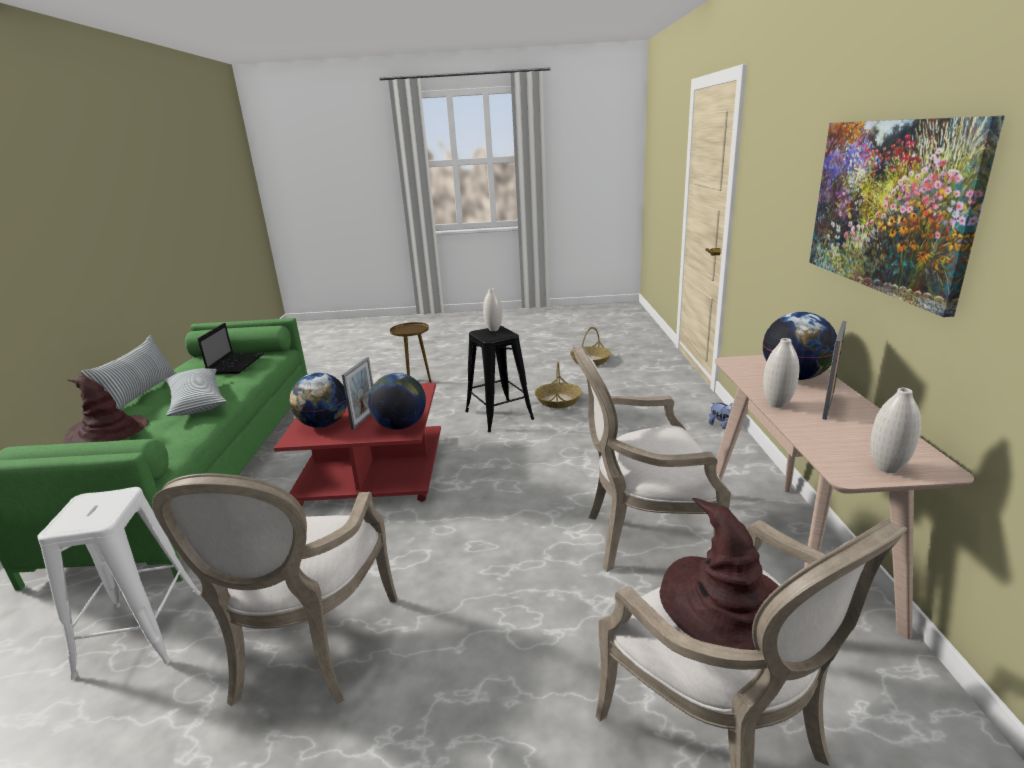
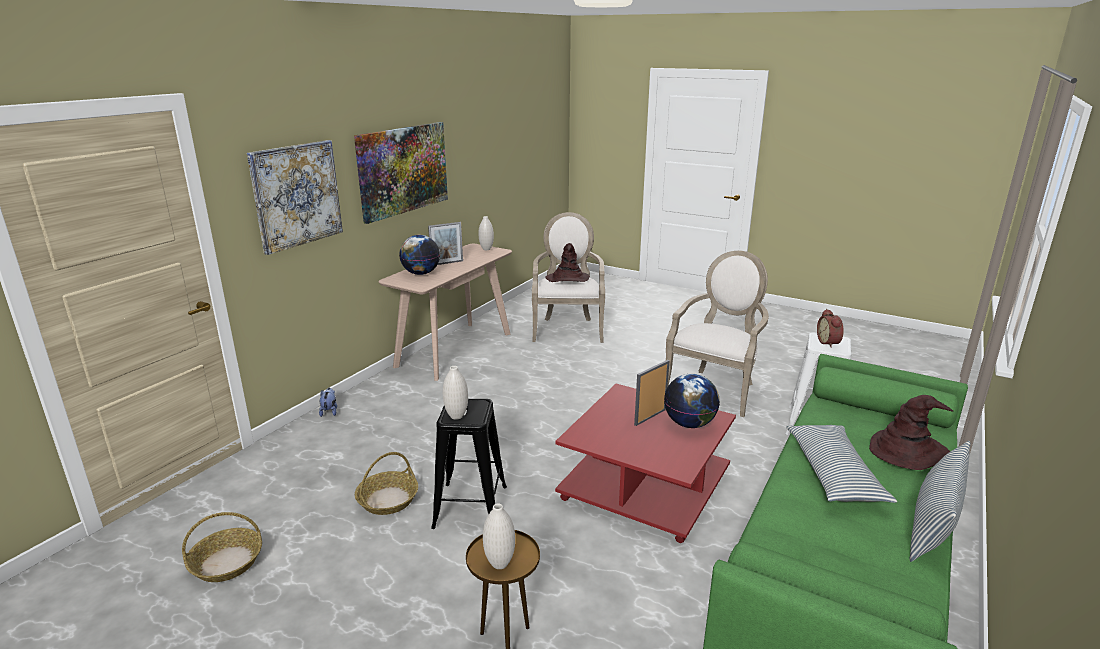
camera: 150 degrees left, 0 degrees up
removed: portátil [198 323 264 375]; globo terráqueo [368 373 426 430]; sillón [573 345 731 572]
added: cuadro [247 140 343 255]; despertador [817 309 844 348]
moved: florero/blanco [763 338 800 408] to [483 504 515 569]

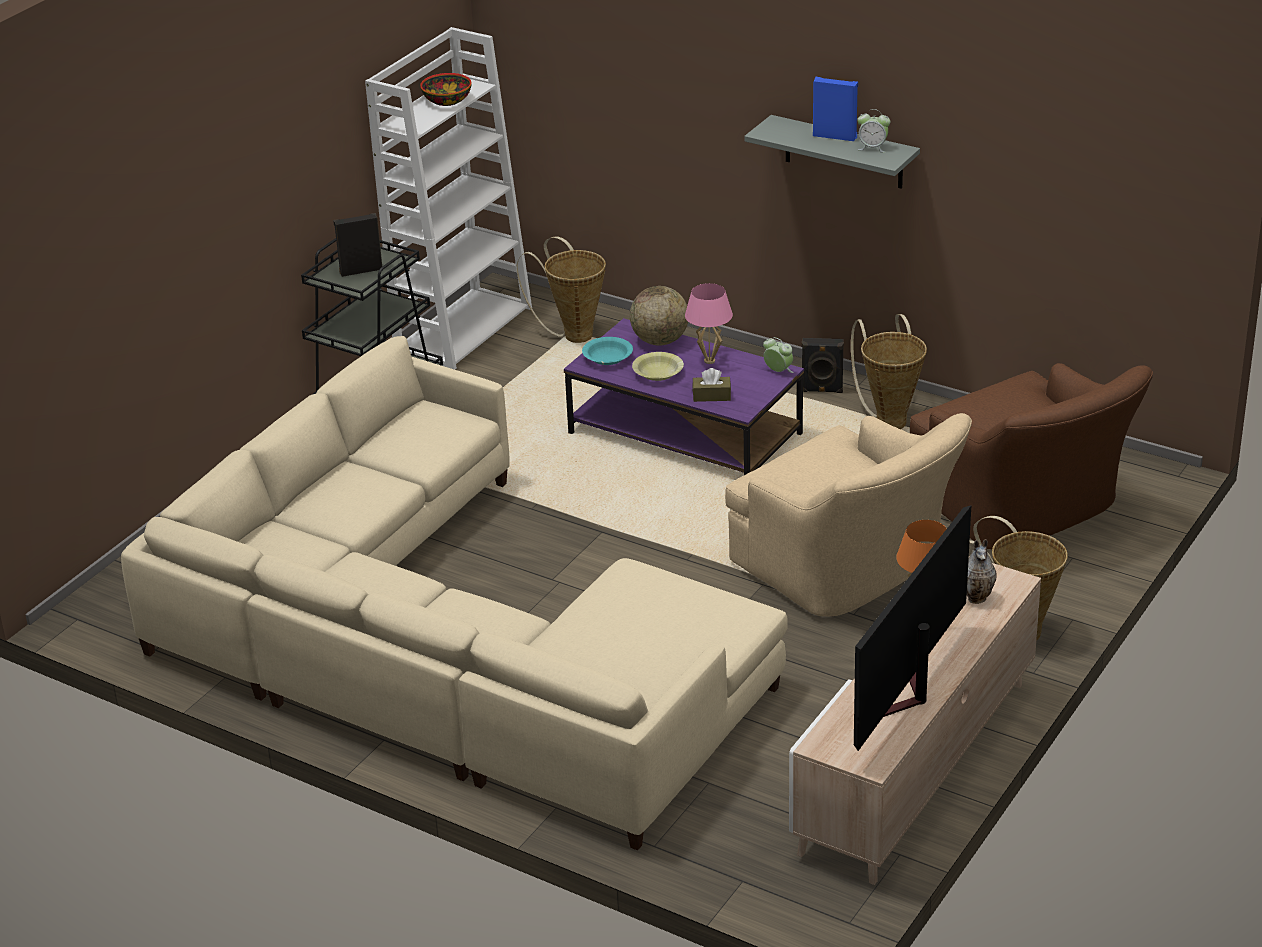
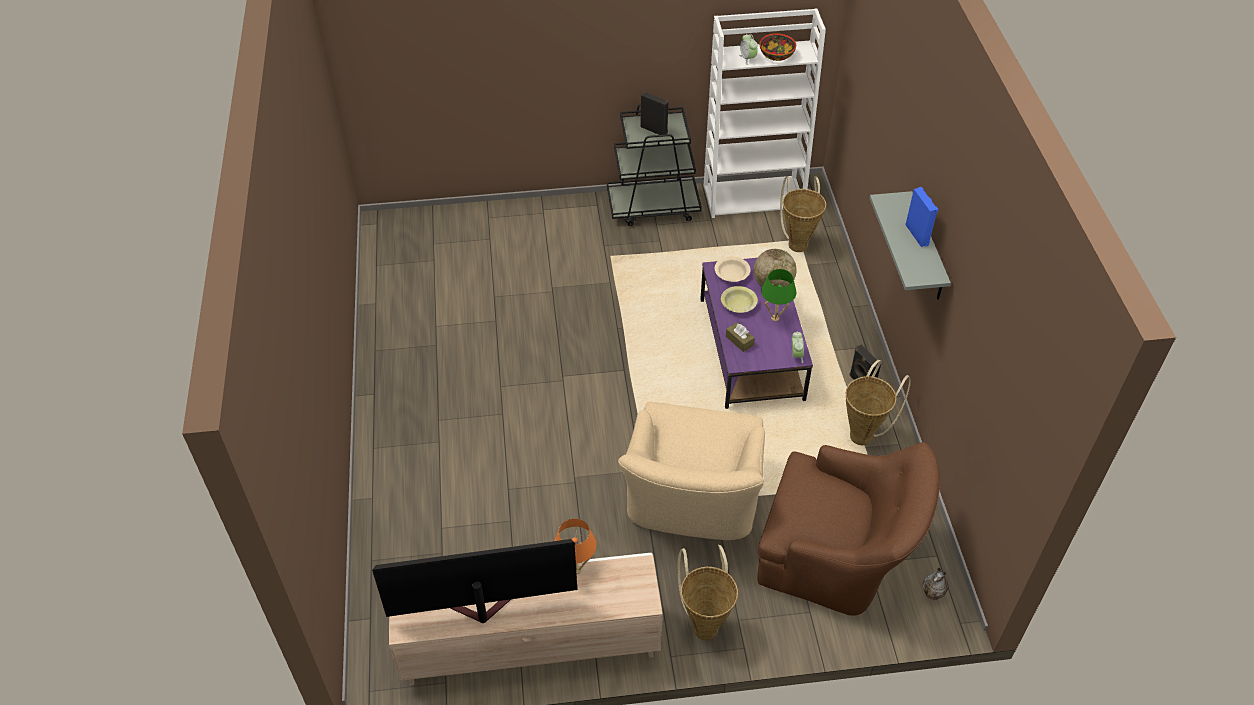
camera: 50 degrees right, 15 degrees up
removed: sofá/beis [121 336 788 850]
moved: despertador [857 109 890 153] to [739 34 758 65]; florero [967 539 997 604] to [923 567 949 600]
recoloured: cuenco/turquesa [582 337 633 365] to cuenco/beis [715 256 751 282]; lámpara de mesa/rosa [685 283 733 364] to lámpara de mesa/verde [761 269 796 322]
turned: sillón/marrón [910 363 1153 549] = [758 442 940 616] 90 degrees counterclockwise

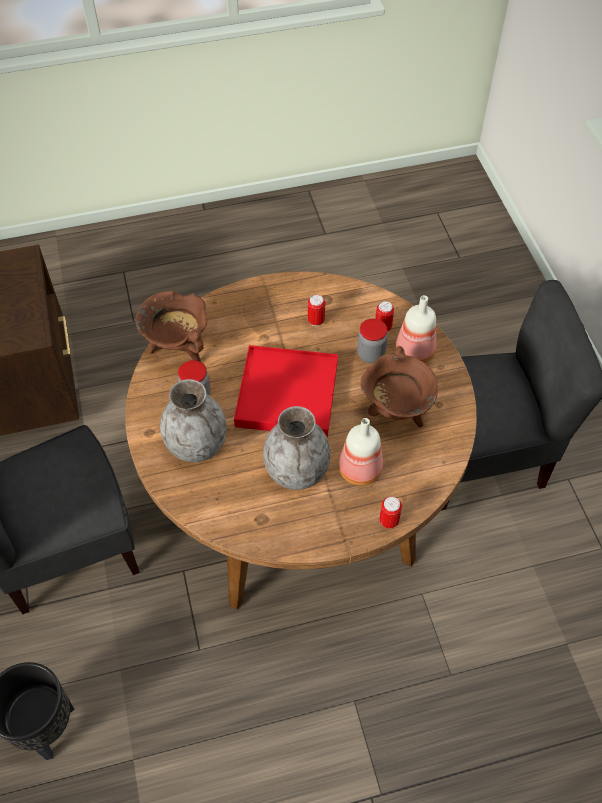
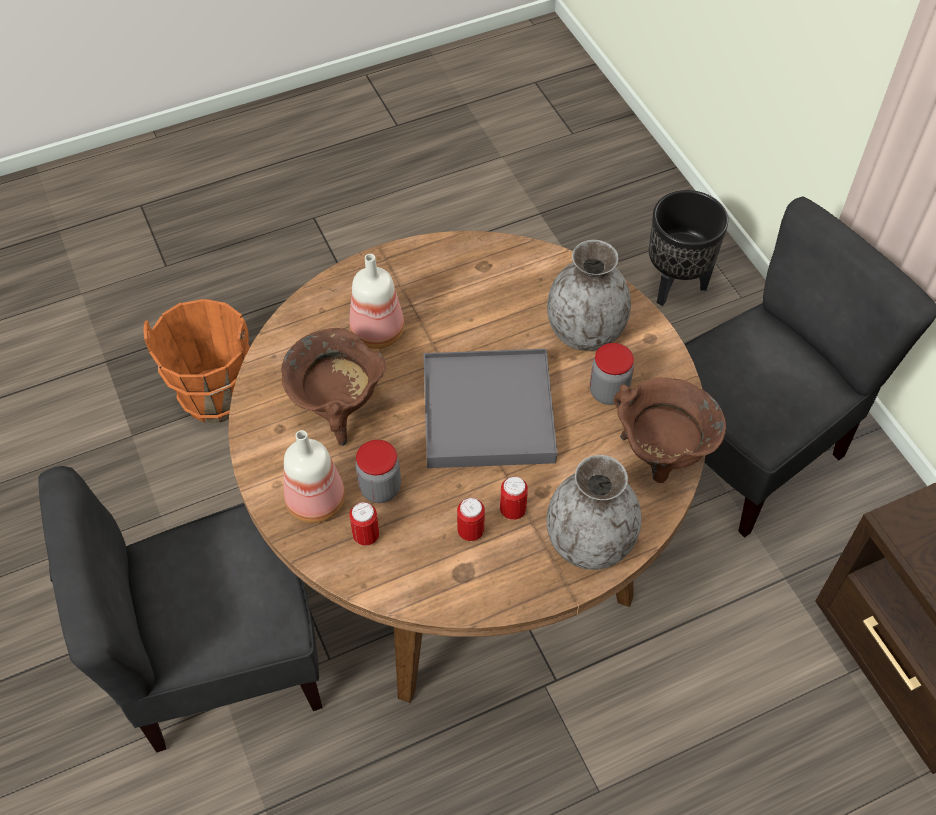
camera: 170 degrees right, 0 degrees up
added: cubo/naranja [144 299 250 423]
moved: lata [379 496 402 529] to [500 476 528 520]; florero/gris [263 406 331 490] to [546 455 642 570]
recoloured: bandeja/rojo [234 345 338 437] to bandeja/gris [423 349 557 468]

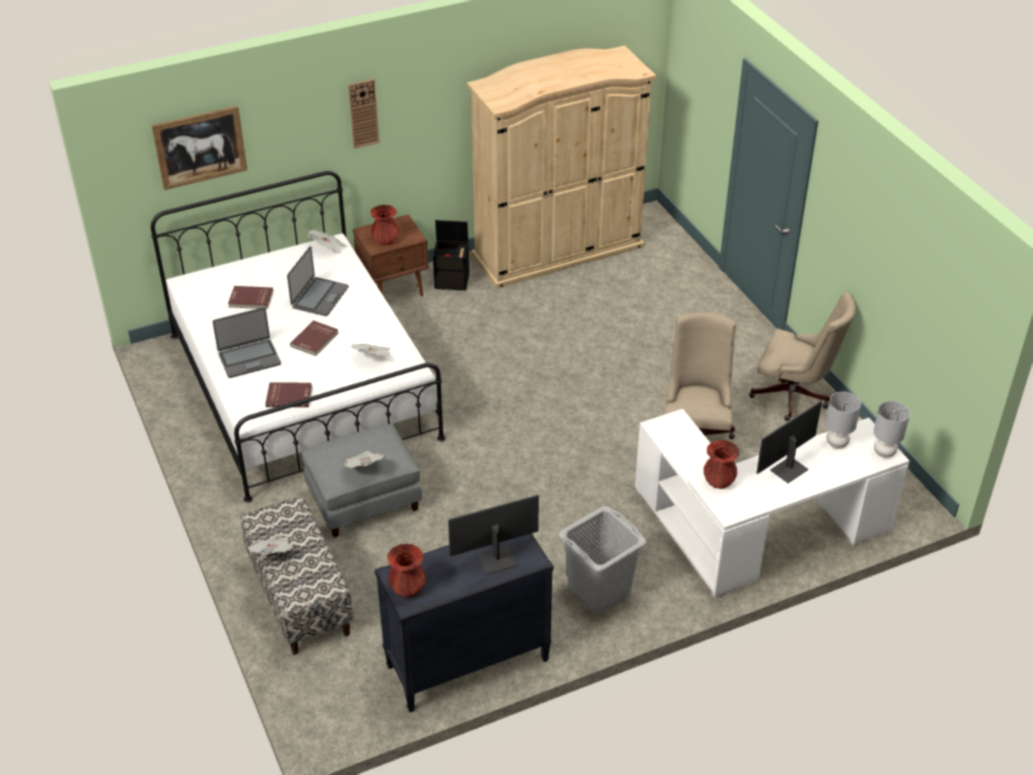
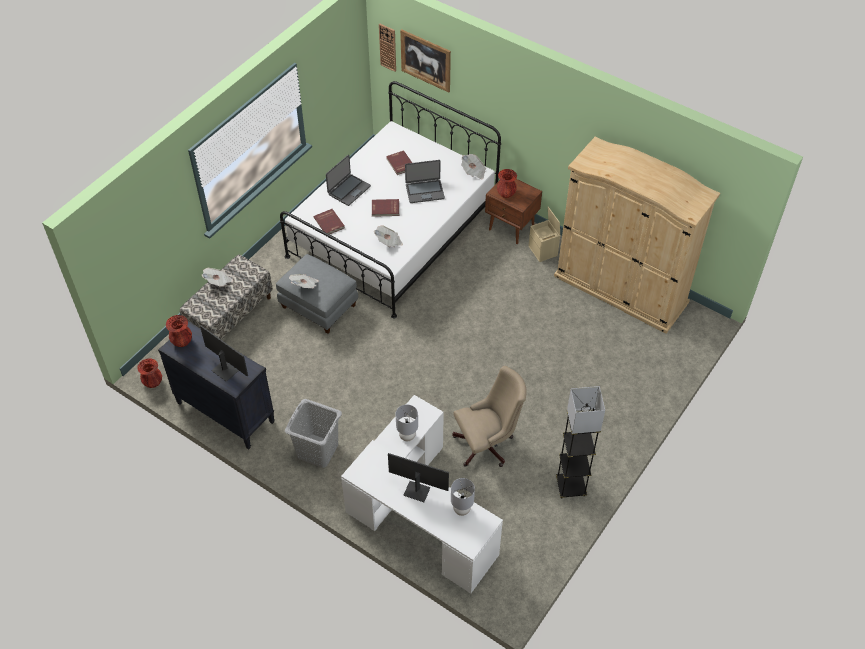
camera: 60 degrees right, 10 degrees up
moved: florero/rojo [704 440 739 489] to [137 358 162 388]; reloj de pared [348 79 379 149] to [379 23 396 72]; lámpara de mesa/gris [873 401 910 458] to [396 404 418 441]
replaced: silla de oficina/beis [749 293 856 421] to lámpara de pie/gris [556 386 605 499]
recoloured: caja de almacenaje/negro [433 220 469 291] to caja de almacenaje/beis [529 207 560 262]
turned: portátil [213 307 281 378] = [326 155 371 206] 90 degrees counterclockwise

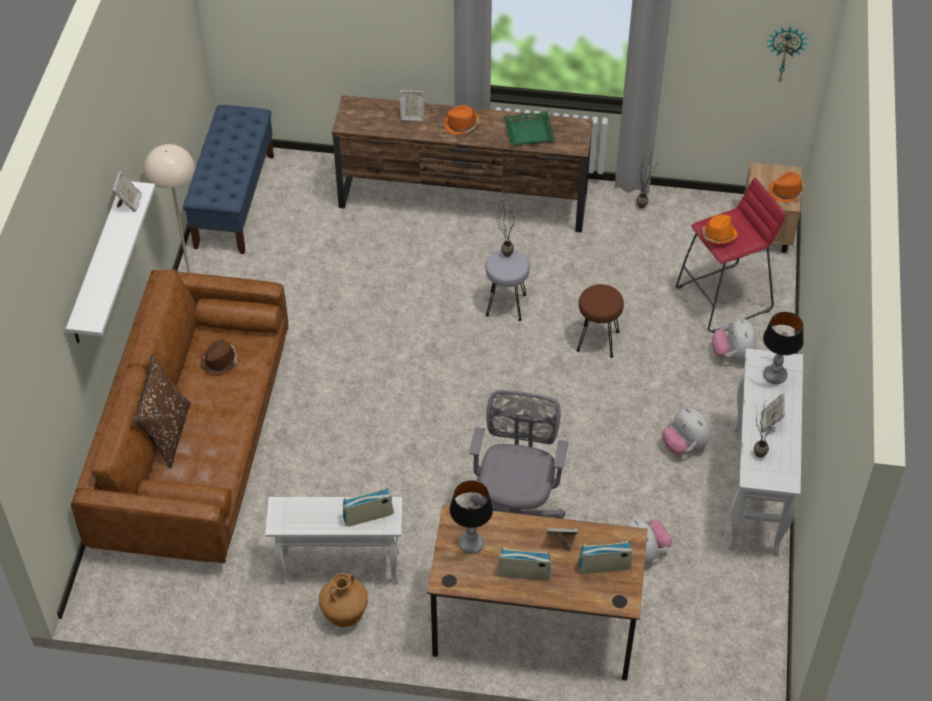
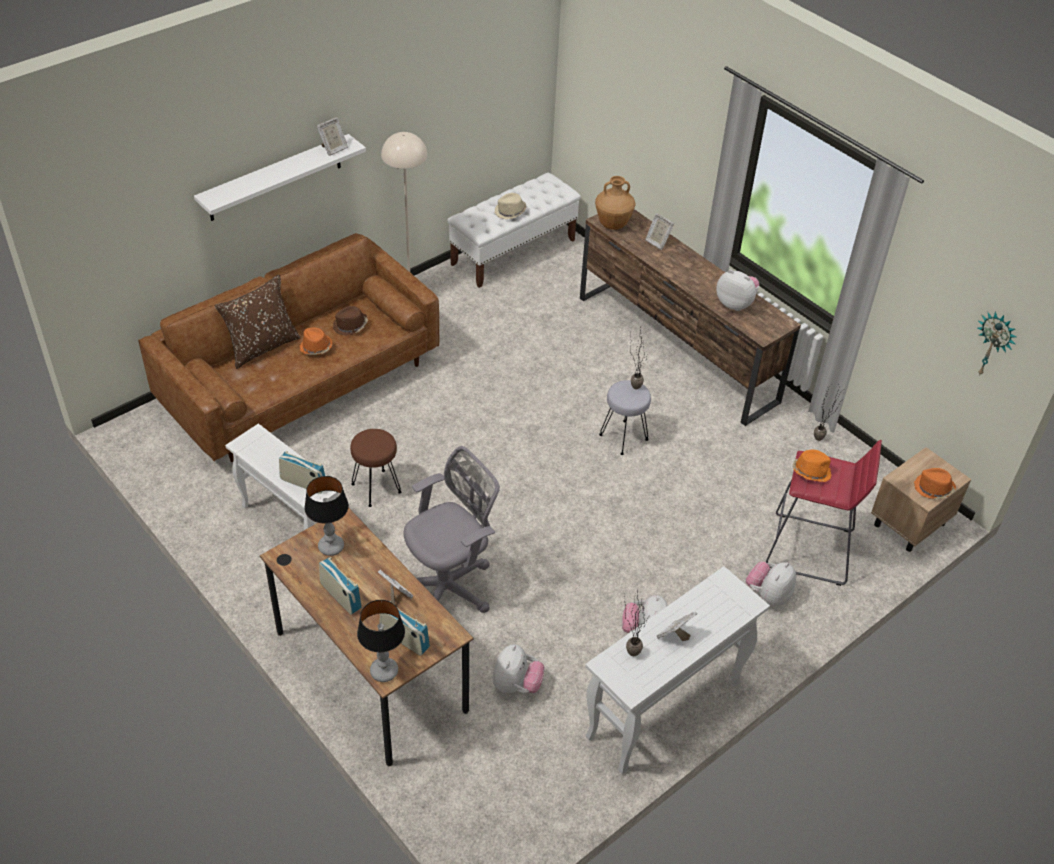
camera: 40 degrees right, 5 degrees down
added: sombrero/beis [495 193 526 219]
moved: sombrero/naranja [444 105 480 135] to [300 327 332 355]; taburete/marrón [577 284 624 358] to [350 429 402 507]; lámpara de mesa [763 312 804 384] to [357 600 405 682]; florero/marrón [319 573 368 627] to [595 176 636 230]
replaced: bandeja/verde [503 111 556 145] to peluche [716 270 760 311]
recoloured: banco/azul [183 105 274 254] to banco/blanco [447 173 581 288]

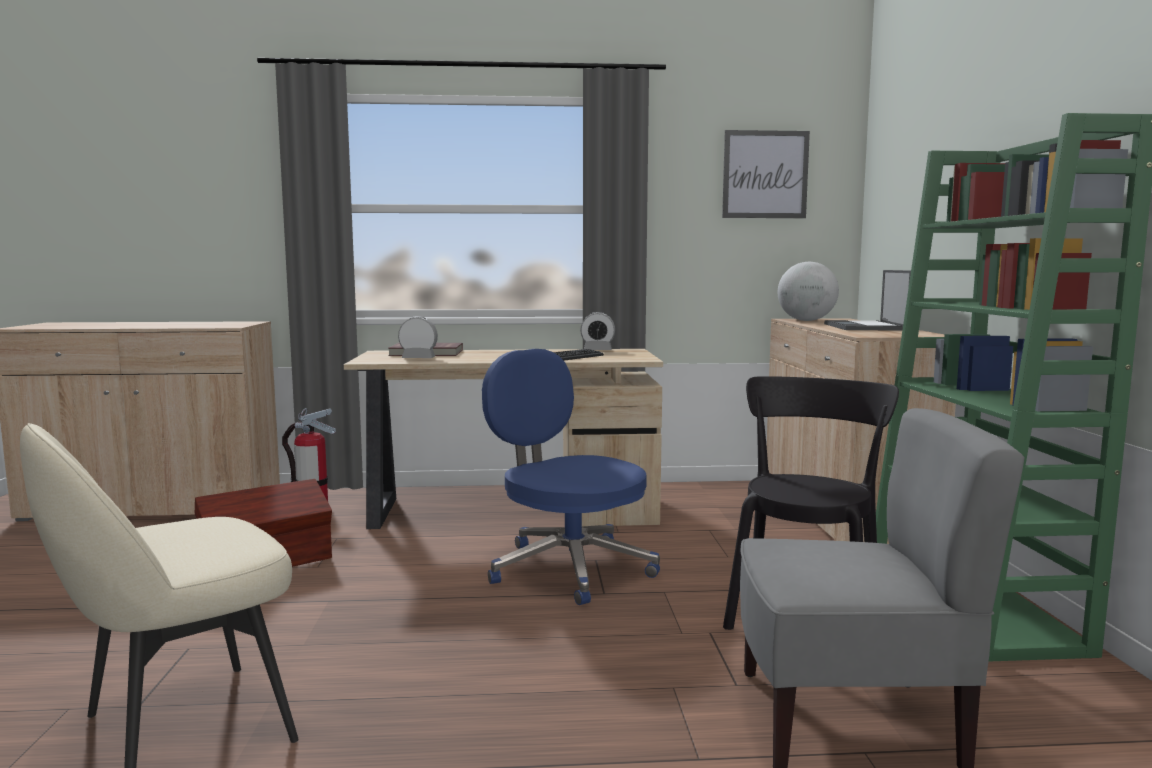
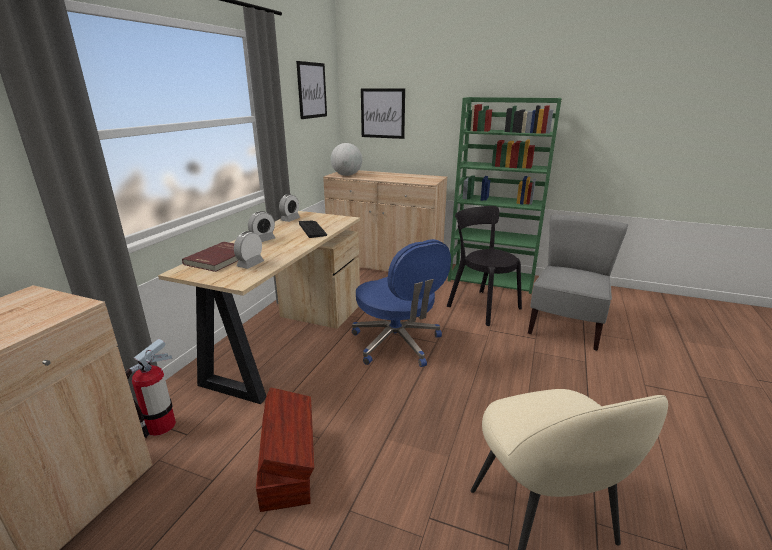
camera: 65 degrees left, 15 degrees up
removed: portátil [824 270 911 330]
added: despertador [248 211 275 242]; cuadro [361 88 405 139]
turned: silla de oficina/azul [482 349 660 605] = [352 239 451 367] 105 degrees counterclockwise

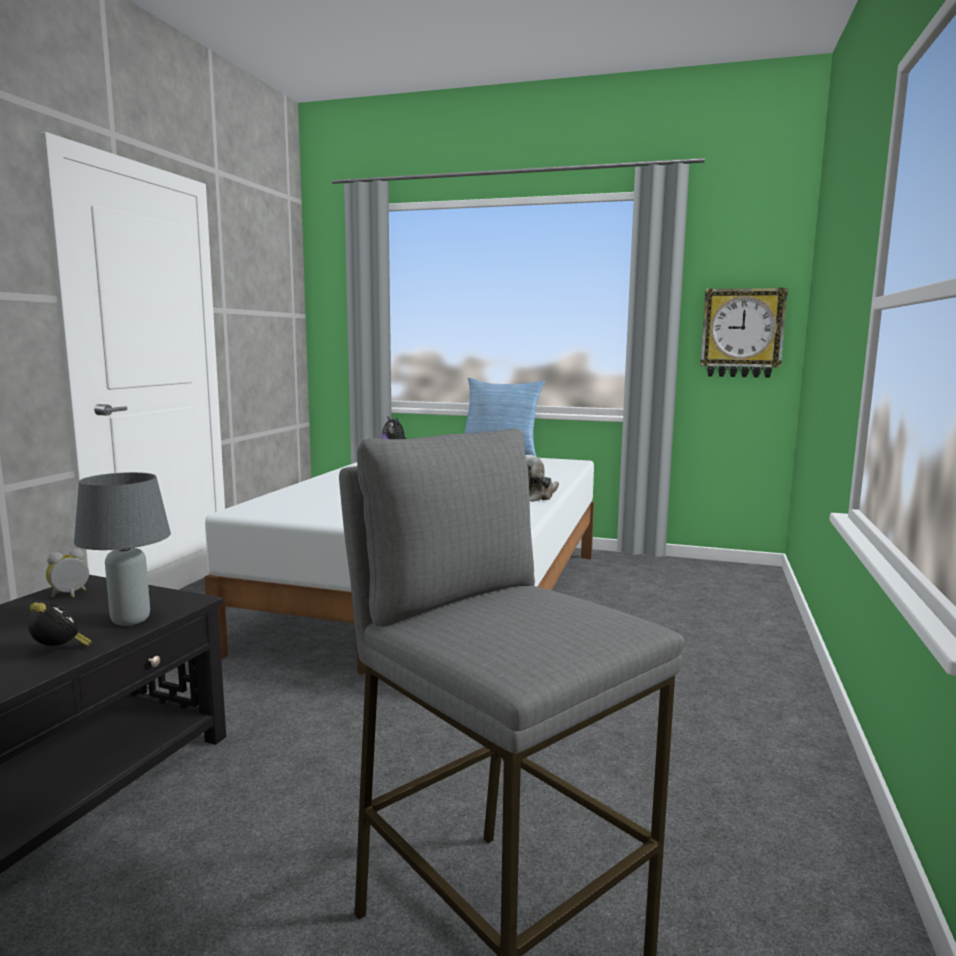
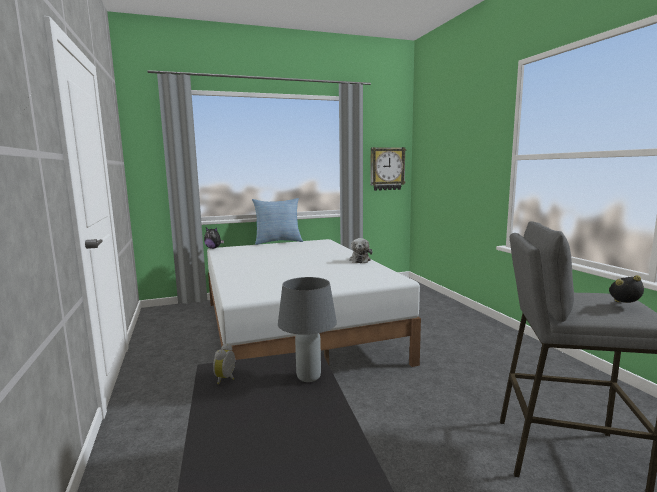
camera: 35 degrees left, 0 degrees up
moved: despertador [28 602 92 646] to [609 275 644 303]

